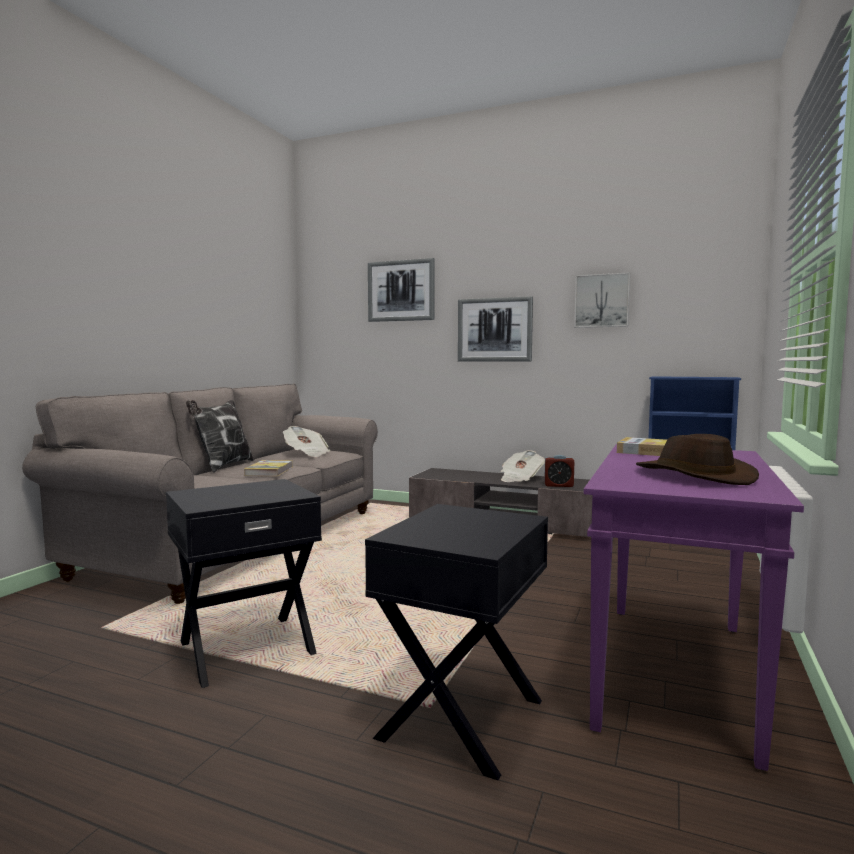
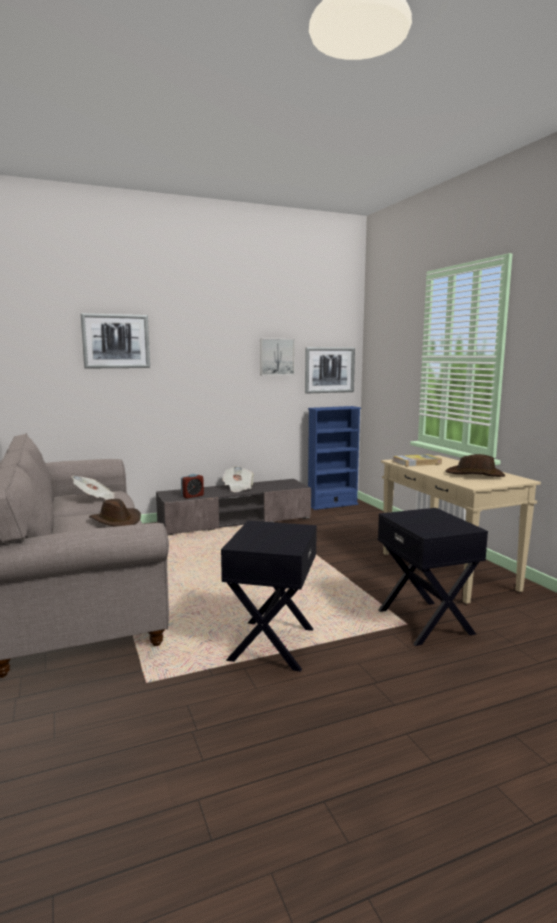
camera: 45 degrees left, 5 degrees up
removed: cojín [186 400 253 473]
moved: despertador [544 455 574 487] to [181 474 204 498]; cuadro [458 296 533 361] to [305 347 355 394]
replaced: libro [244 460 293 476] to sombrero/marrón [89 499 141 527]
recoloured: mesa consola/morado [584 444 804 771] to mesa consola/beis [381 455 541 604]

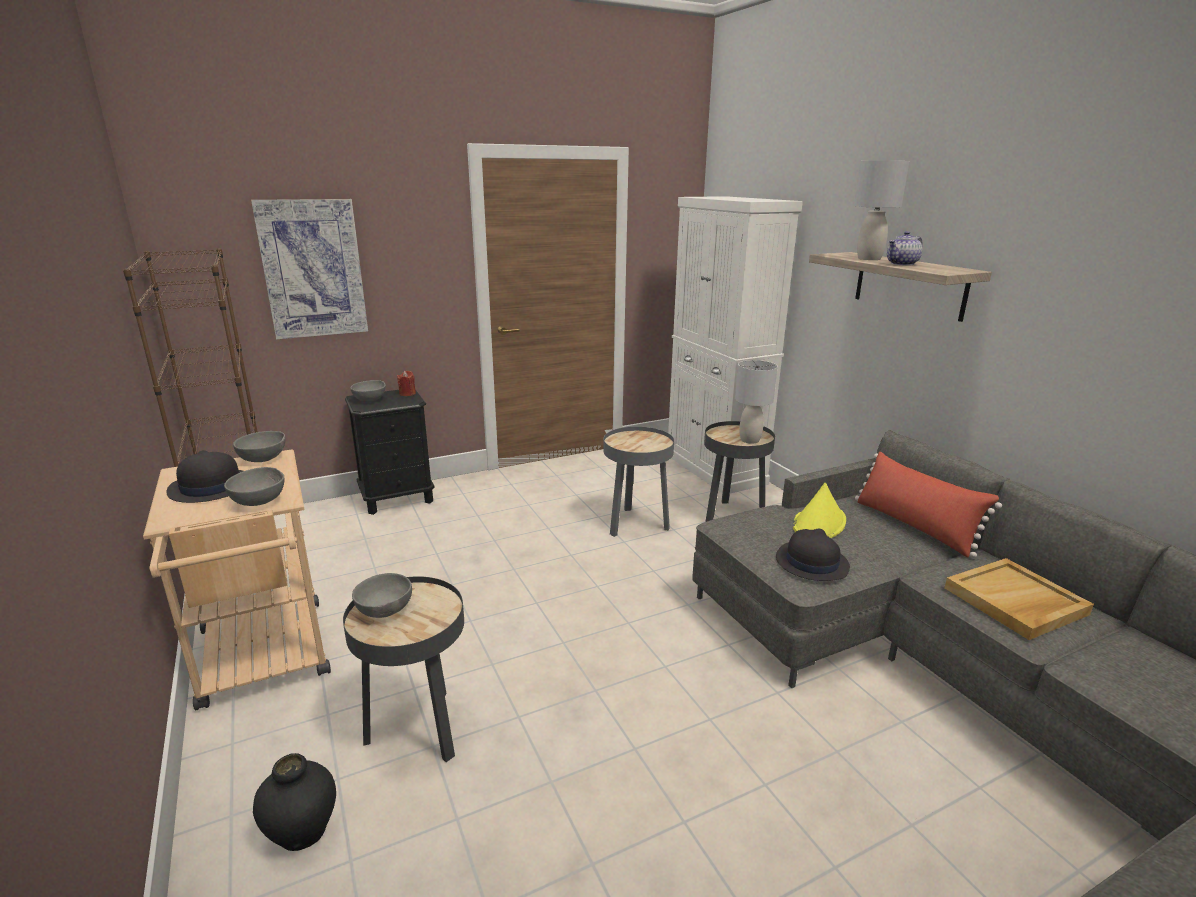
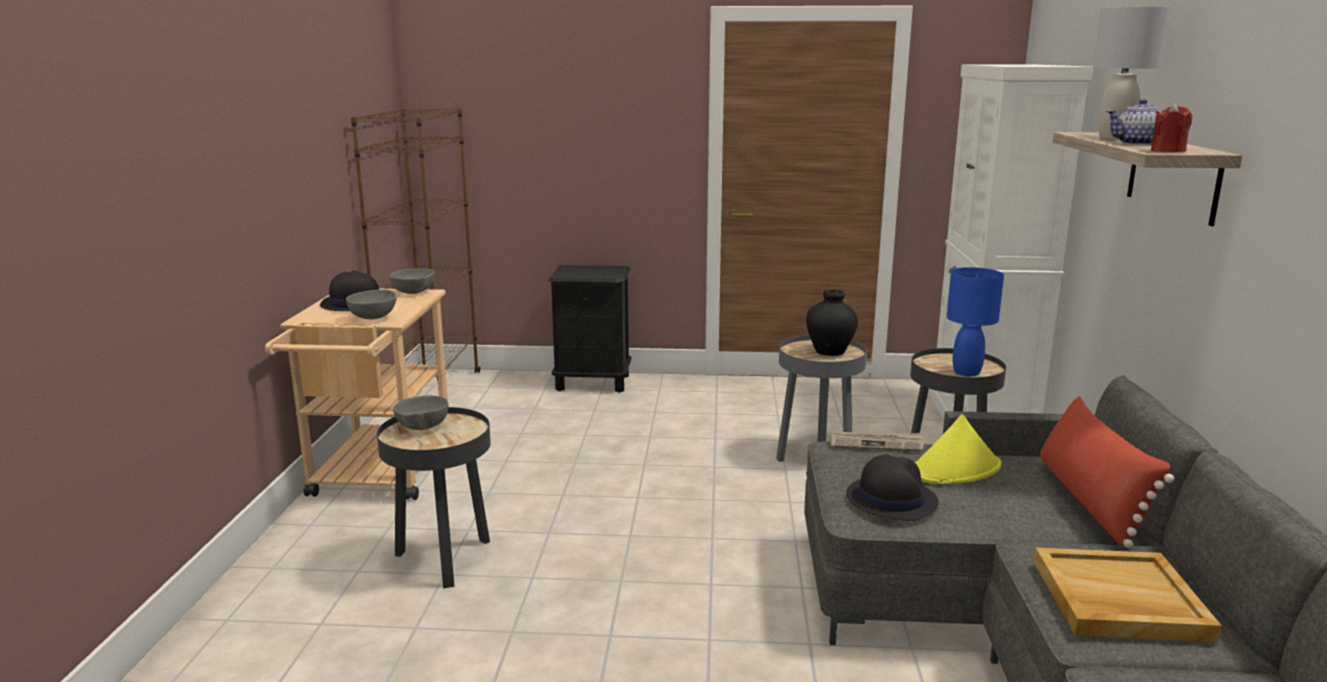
camera: 30 degrees right, 5 degrees down
removed: cuadro [251 199 368 339]; cuenco/gris [350 380 386 402]
added: periódico [830 431 924 452]
moved: florero/negro [253 753 336 851] to [806 289 858 356]; vela/rojo [397 371 416 396] to [1151 103 1192 152]
recoloured: lámpara de mesa/gris [735 360 778 444] to lámpara de mesa/azul [947 267 1004 376]

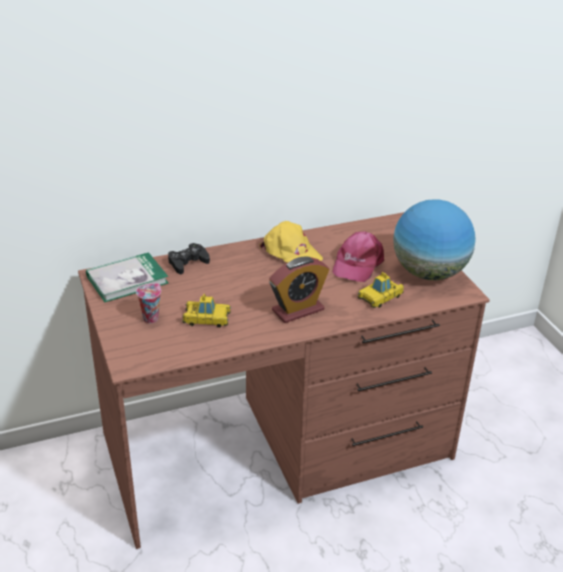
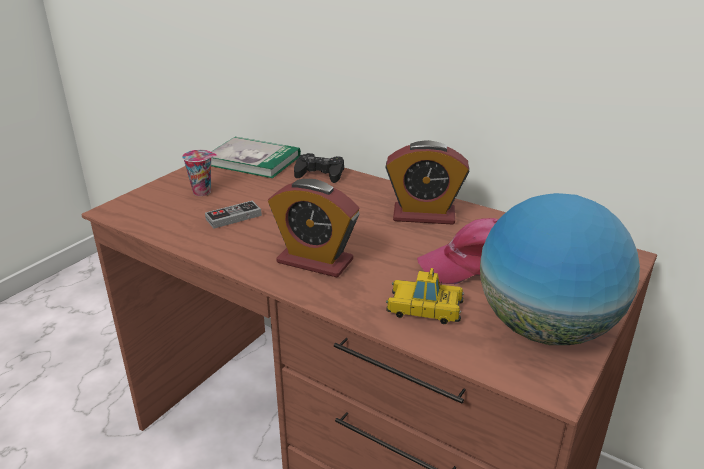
camera: 55 degrees right, 5 degrees down
replaced: coche de juguete [182 294 231 328] to mando de consola [205 201 262 229]; gorra/amarillo [260 221 323 263] to despertador [385 140 469 224]

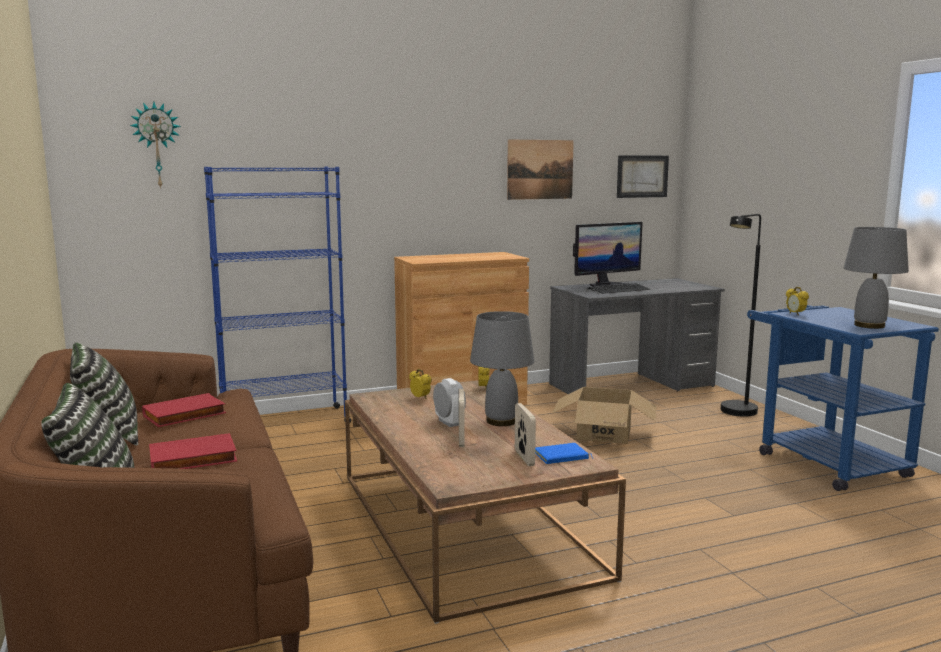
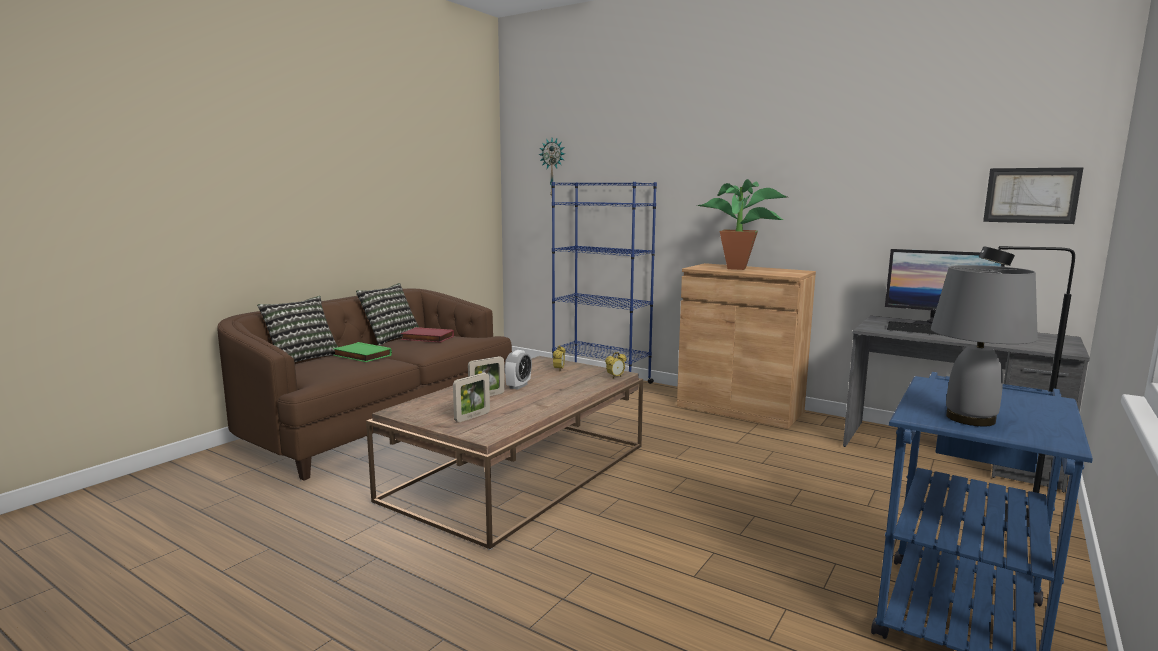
camera: 55 degrees right, 0 degrees up
removed: lámpara de mesa/gris [470 311 535 426]; cuadro [507 140 574 200]; libro/azul [535 443 593 464]; caja de cartón [552 387 656 444]; despertador [786 287 809 315]
added: planta en maceta [697 179 787 270]
recoloured: libro/rojo [149 433 237 469] to libro/verde [333 342 392 362]

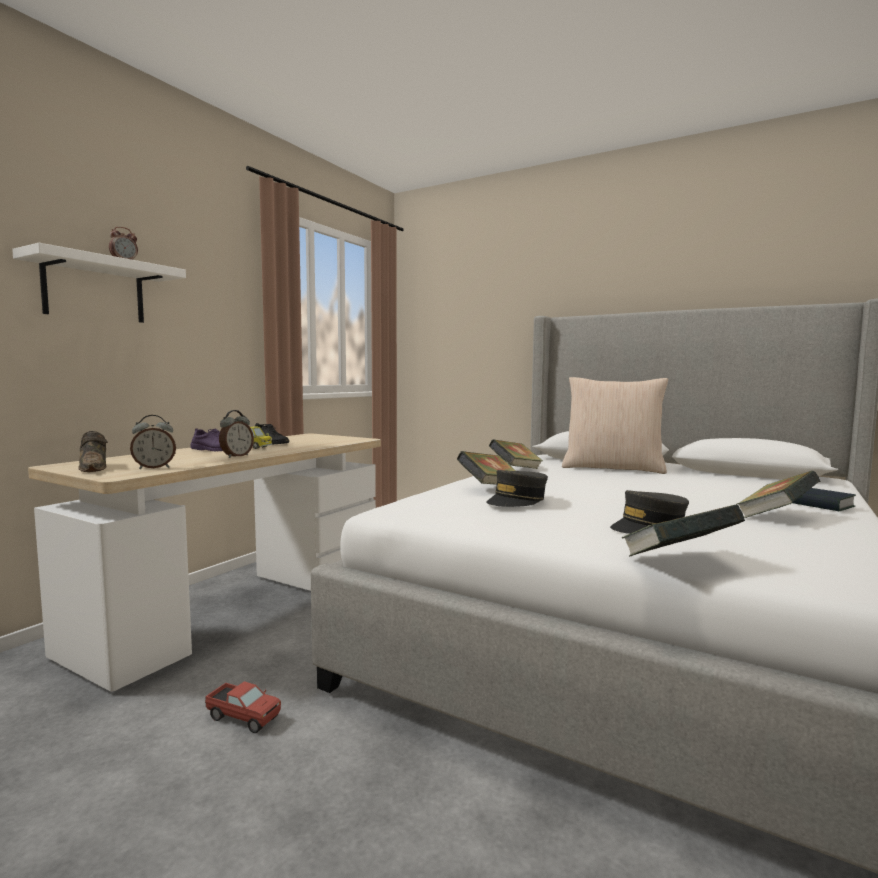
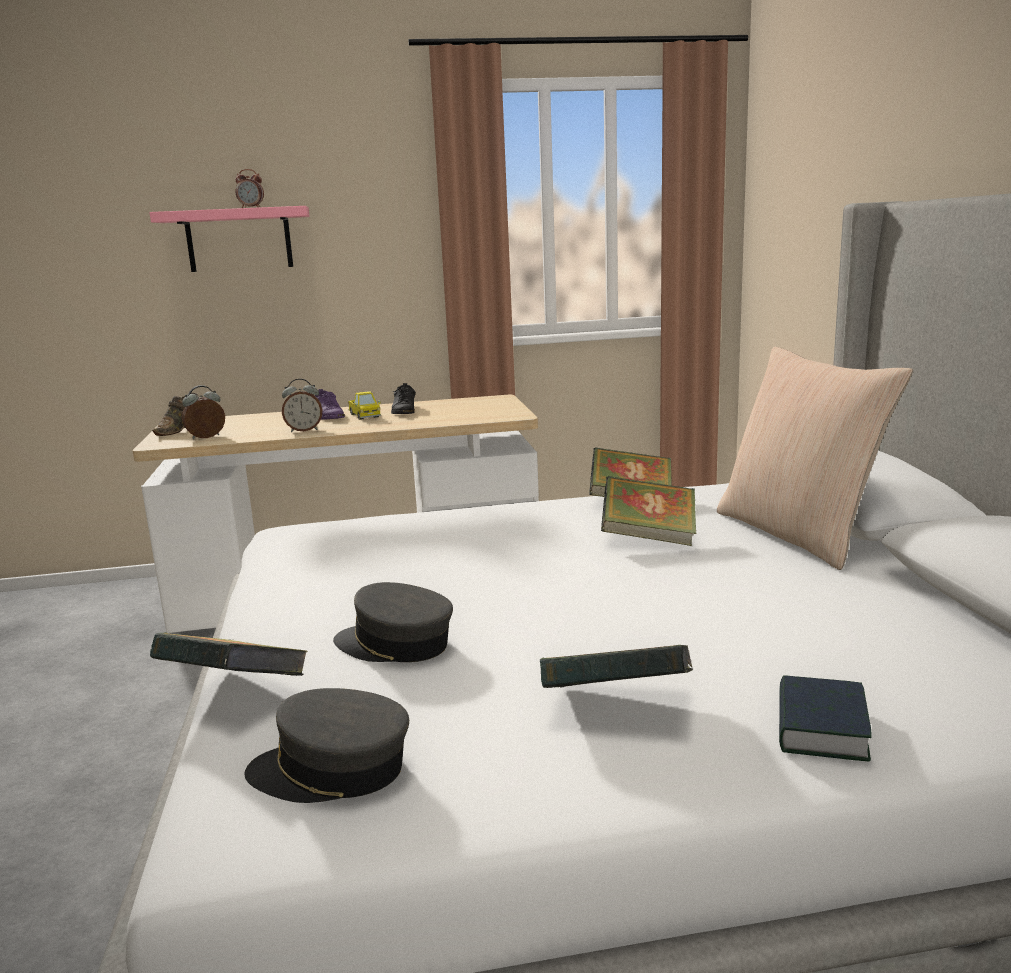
camera: 50 degrees right, 10 degrees up
removed: camión de juguete [205 681 281 733]
moved: gorra/gris [486 470 548 507] to [244 688 409 803]; libro [457 451 516 485] to [601 476 696 546]
recoloured: estante/blanco [12 243 186 323] to estante/rosa [149 206 310 272]
turned: despertador [130 415 176 469] = [182 385 225 439] 120 degrees clockwise

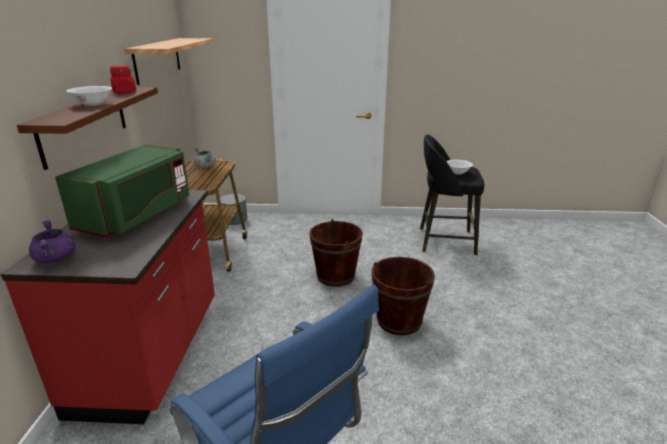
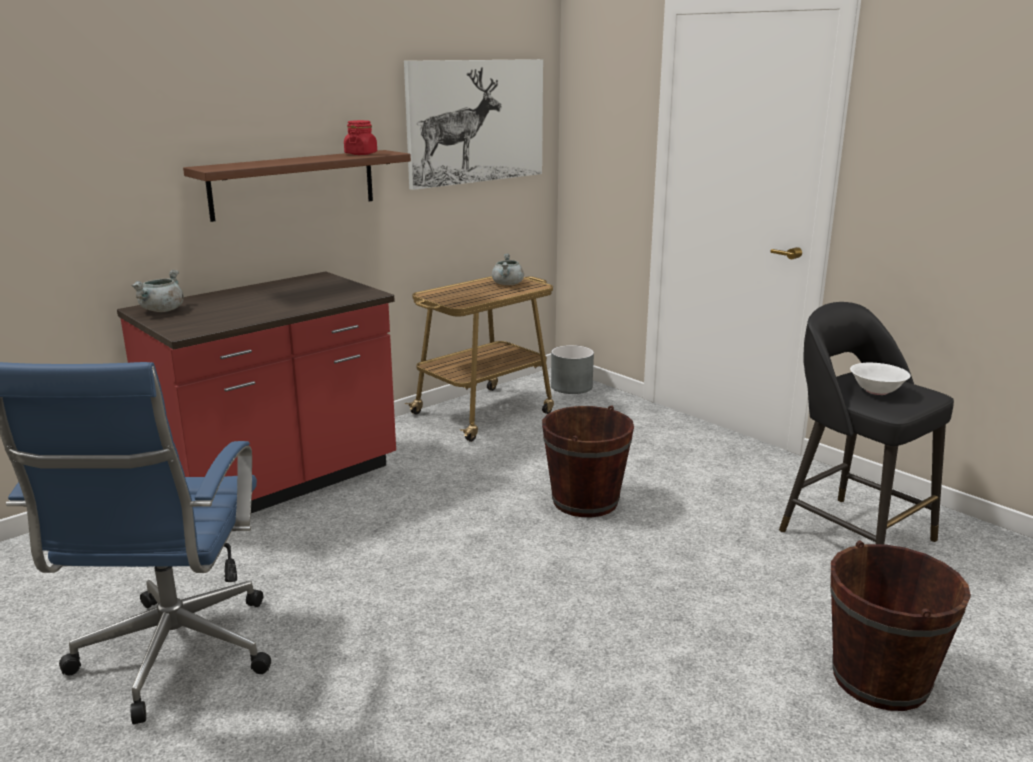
camera: 45 degrees right, 5 degrees down
removed: microondas/verde [55 144 190 237]; cuenco/blanco [67 86 112 106]
moved: cubo/marrón [371 257 435 335] to [830 540 971 711]
replaced: estante [124 38 213 85] to cuadro [404 59 543 190]
recoloured: olla/morado [29 220 75 263] to olla/gris [131 270 184 312]

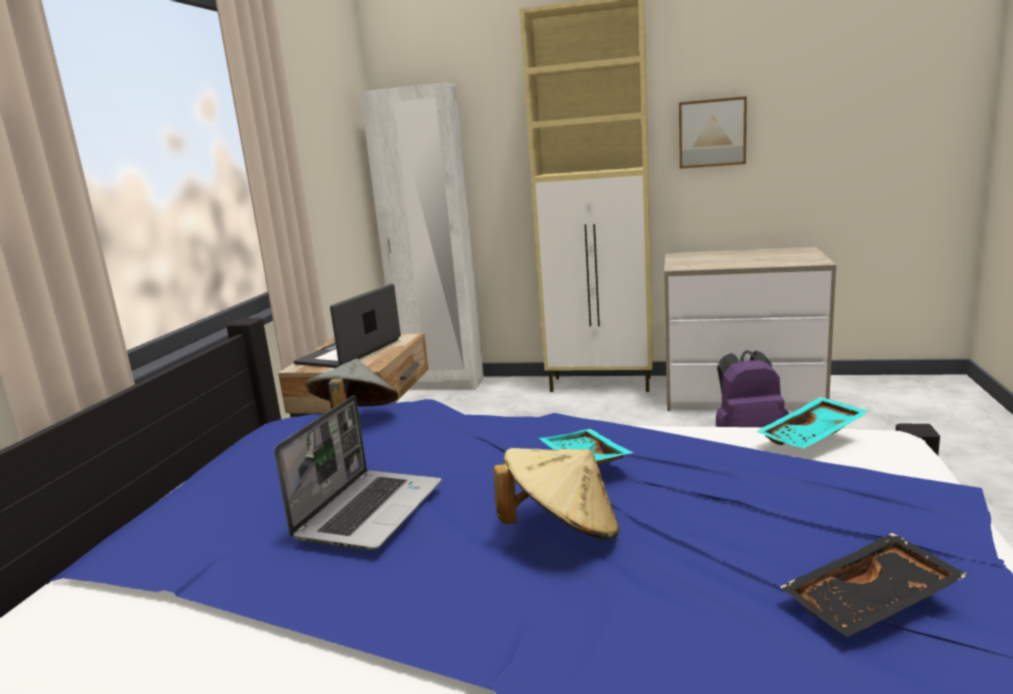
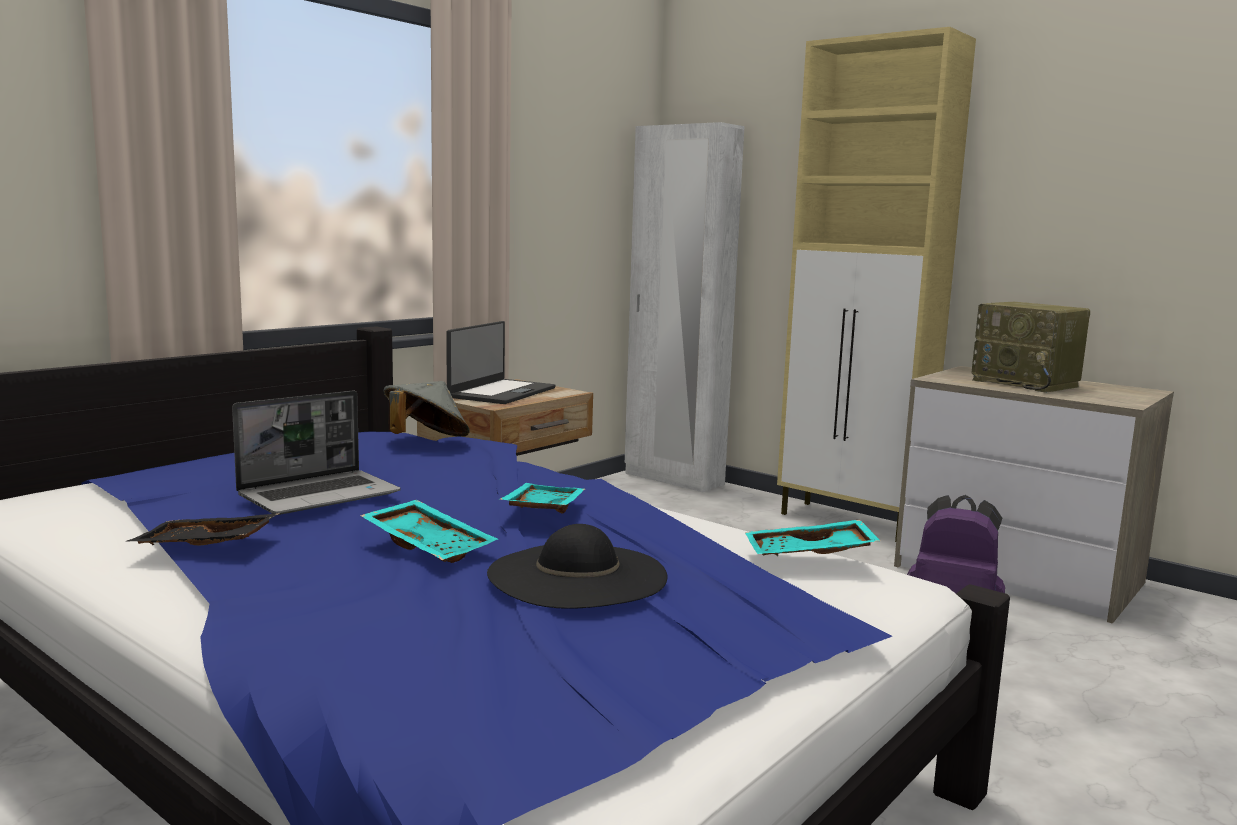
camera: 25 degrees right, 5 degrees down
removed: cuadro [679 96 747 169]
added: sombrero/negro [487 524 668 609]; radio [971 302 1090 393]
moved: bandeja/negro [780 533 968 637] to [125 513 280 545]
replaced: sombrero/beis [493 448 619 540] to bandeja/turquesa [360 500 498 563]
turned: portátil [294 284 401 368] = [446 321 555 404] 150 degrees clockwise

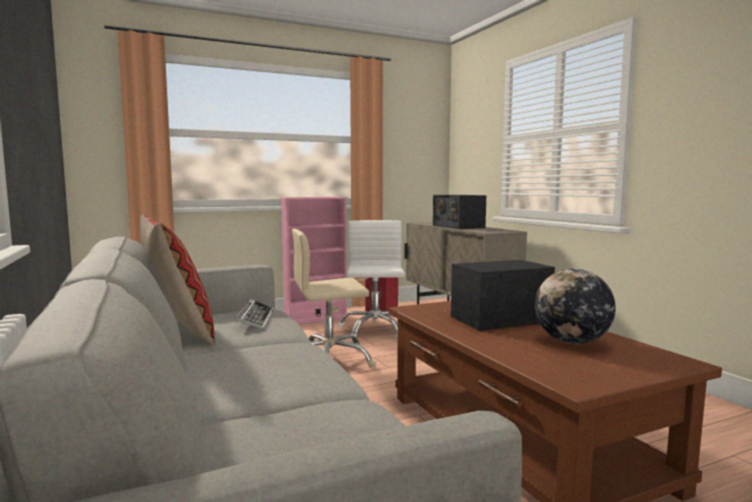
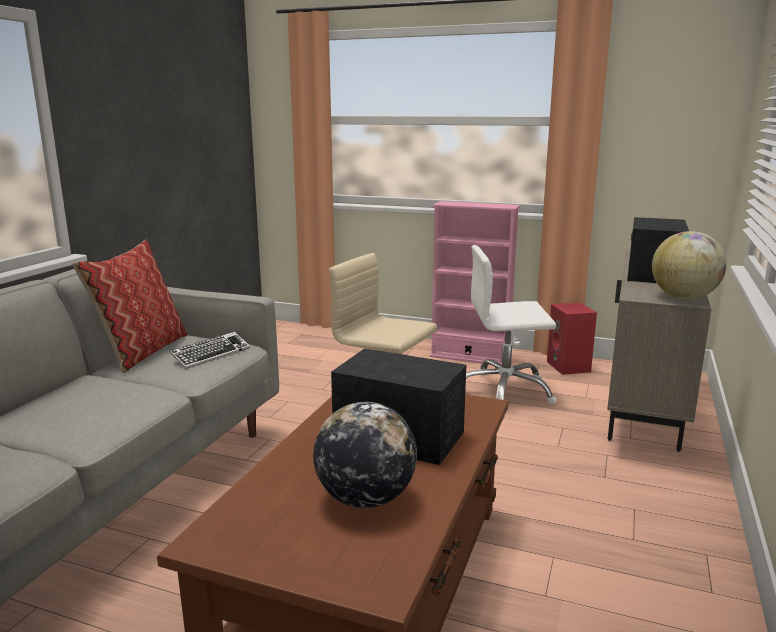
camera: 45 degrees right, 10 degrees up
added: globo terráqueo [652 231 727 299]
turned: silla de oficina/blanco [337 220 405 339] = [466 245 557 405] 135 degrees counterclockwise

